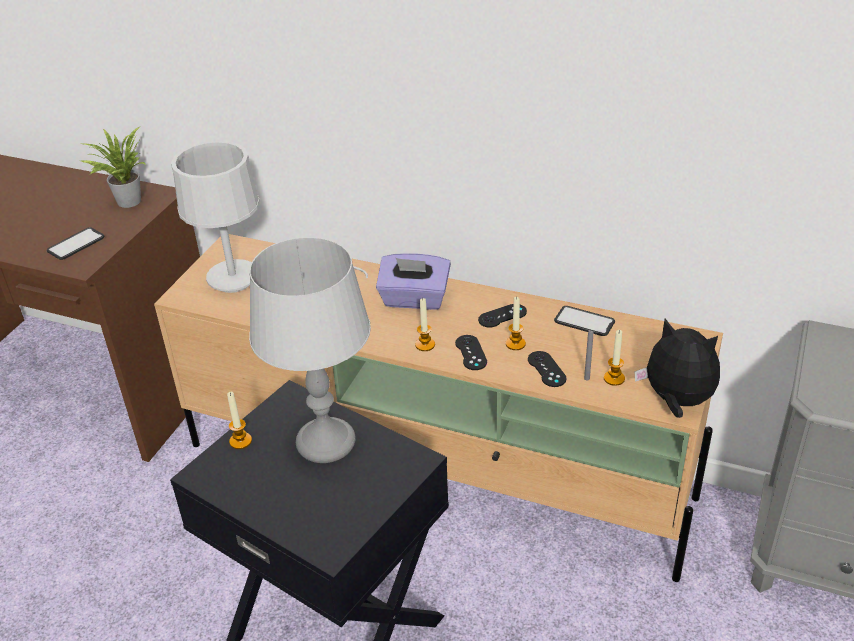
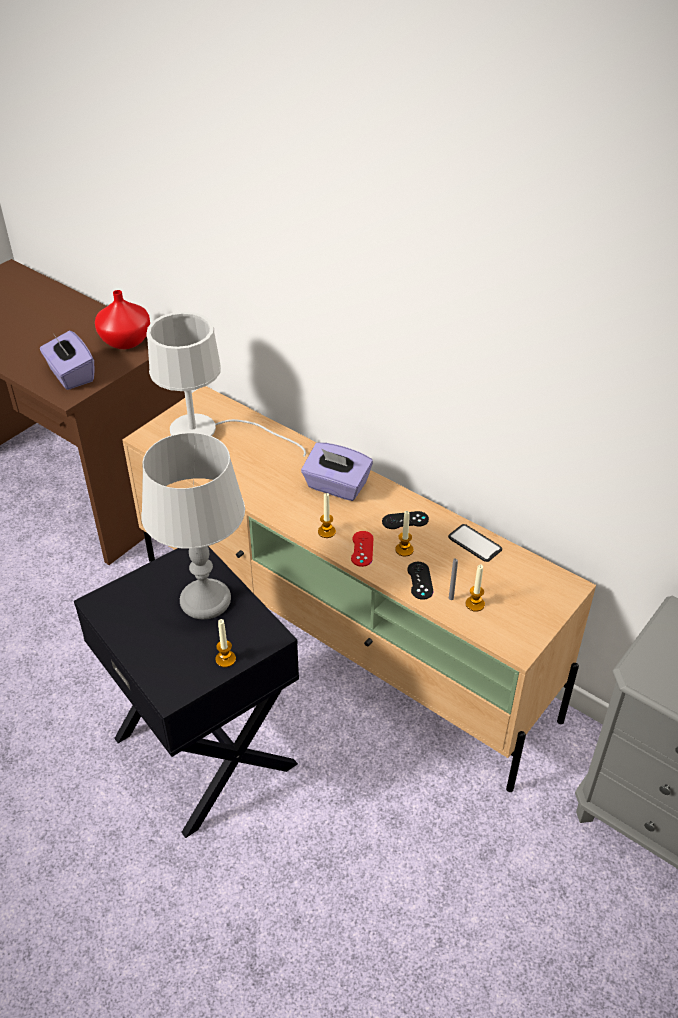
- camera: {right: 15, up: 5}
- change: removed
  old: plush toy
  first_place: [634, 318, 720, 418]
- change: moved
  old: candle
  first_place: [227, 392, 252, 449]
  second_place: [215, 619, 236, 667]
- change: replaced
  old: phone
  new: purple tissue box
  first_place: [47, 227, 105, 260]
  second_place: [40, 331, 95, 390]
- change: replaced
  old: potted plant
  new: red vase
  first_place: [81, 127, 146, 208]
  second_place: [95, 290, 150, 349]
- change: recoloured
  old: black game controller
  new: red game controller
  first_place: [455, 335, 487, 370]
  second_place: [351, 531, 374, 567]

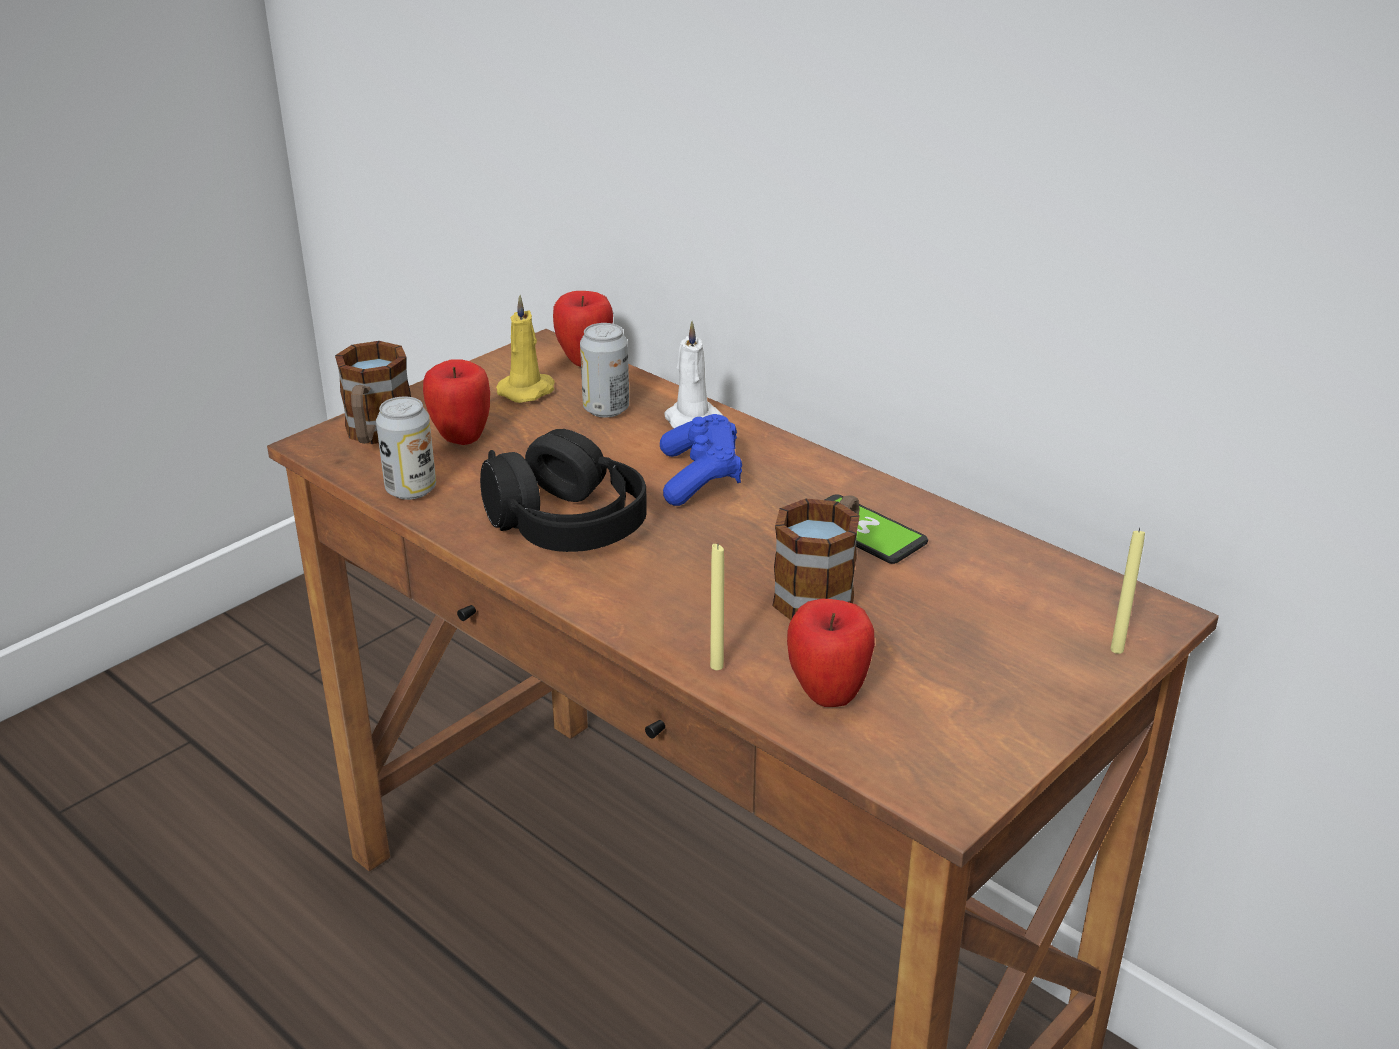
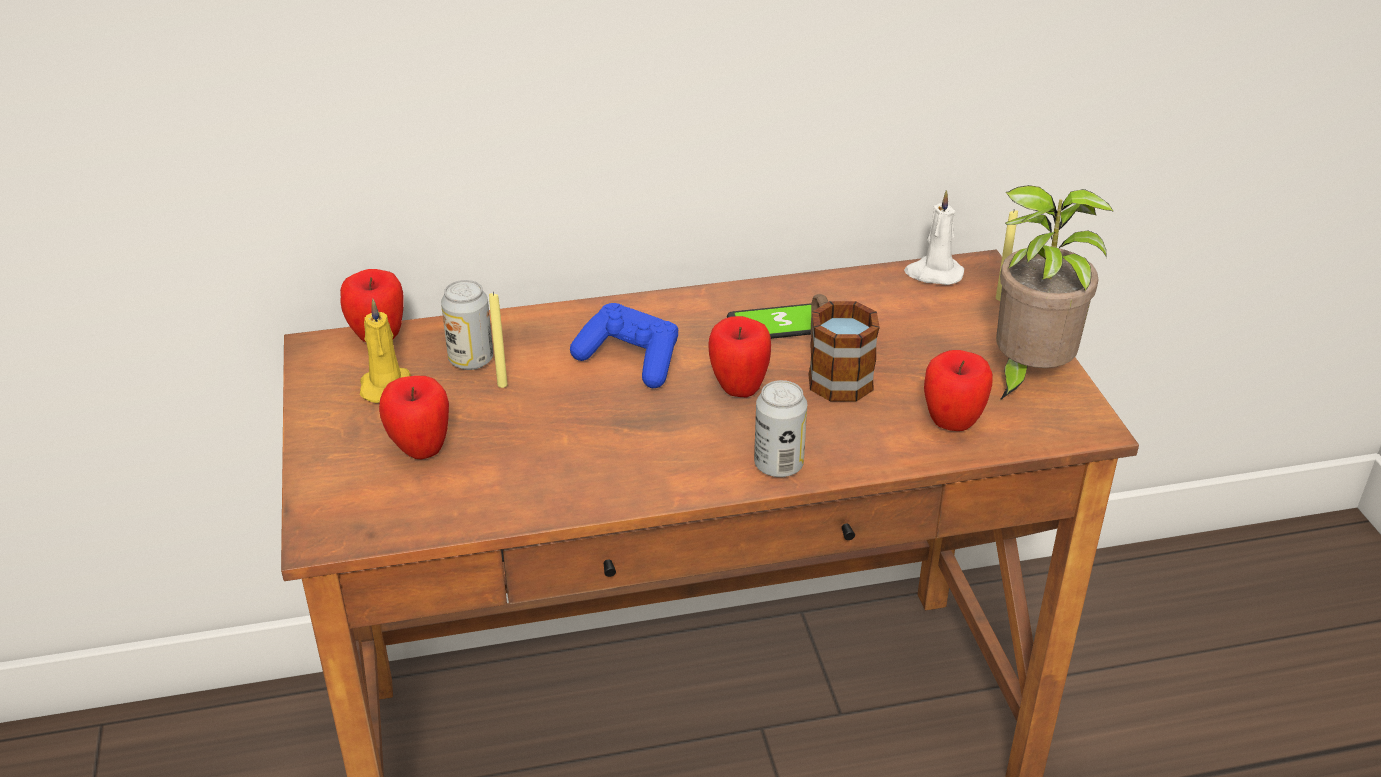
- camera: {right: -55, up: 5}
- change: removed
  old: mug
  first_place: [335, 341, 411, 444]
- change: removed
  old: black headphones
  first_place: [480, 429, 647, 552]
- change: added
  new: apple
  second_place: [708, 316, 771, 397]
- change: added
  new: potted plant
  second_place: [996, 185, 1114, 400]
- change: moved
  old: can
  first_place: [376, 397, 436, 500]
  second_place: [754, 380, 807, 477]
- change: moved
  old: white candle
  first_place: [664, 321, 723, 428]
  second_place: [904, 190, 964, 285]
- change: moved
  old: yellow candle
  first_place: [710, 544, 724, 670]
  second_place: [489, 292, 508, 388]

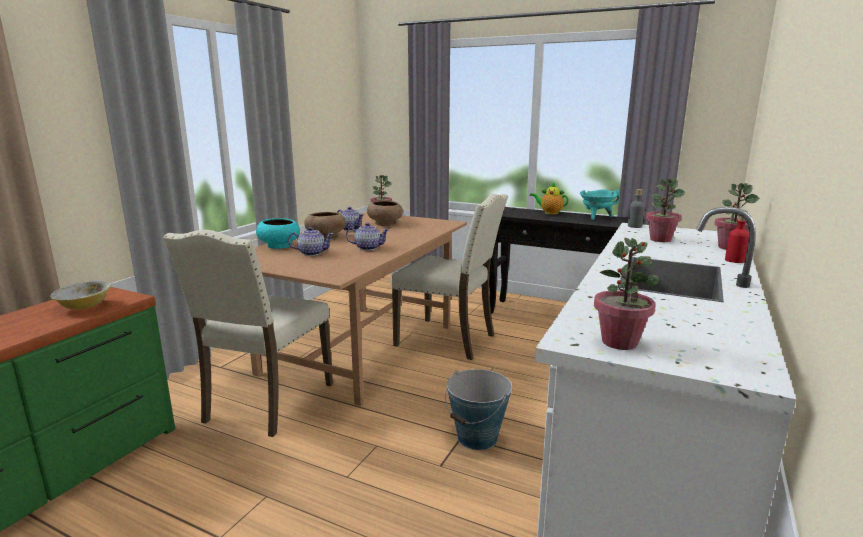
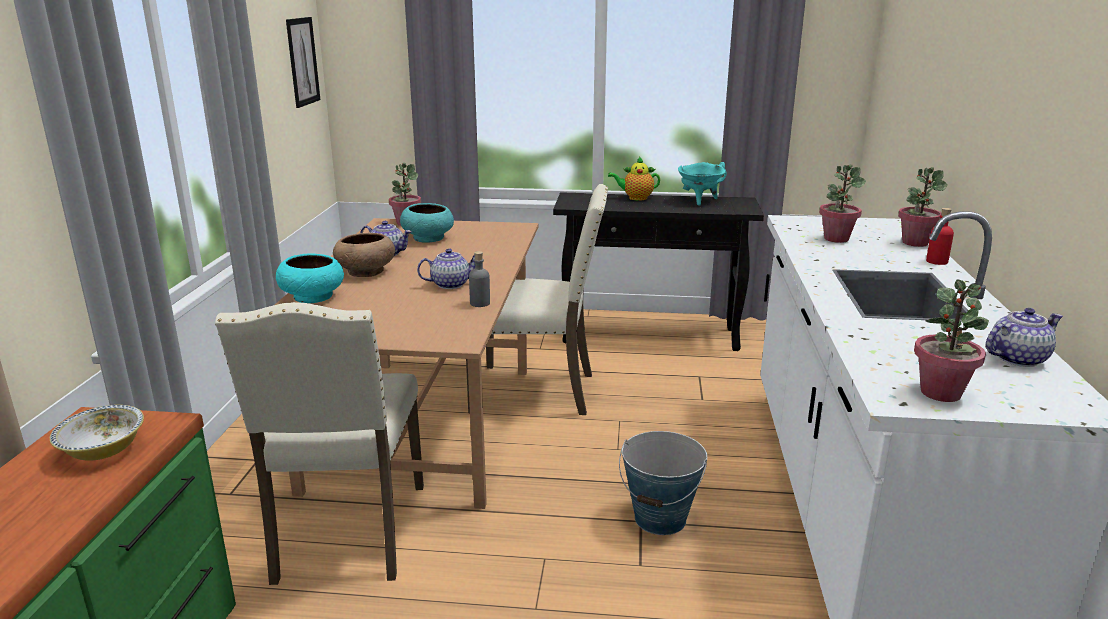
- camera: {right: -20, up: 5}
- change: added
  new: picture
  second_place: [286, 17, 321, 108]
- change: moved
  old: teapot
  first_place: [288, 227, 334, 256]
  second_place: [986, 308, 1063, 367]
- change: moved
  old: grey bottle
  first_place: [628, 189, 645, 228]
  second_place: [469, 251, 490, 307]
- change: recoloured
  old: brown bowl
  new: turquoise bowl
  first_place: [367, 200, 403, 226]
  second_place: [400, 203, 454, 243]

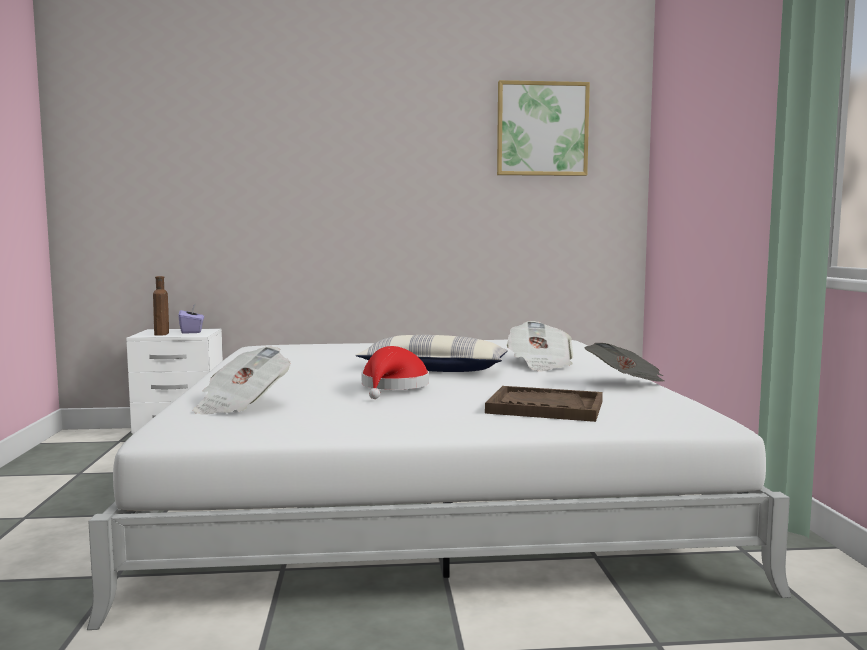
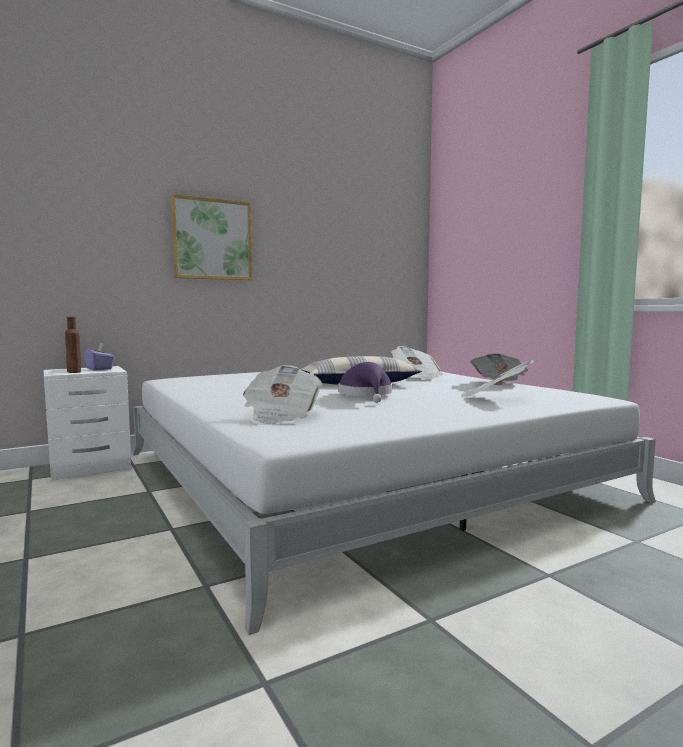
- camera: {right: -25, up: 0}
- change: moved
  old: picture
  first_place: [497, 80, 590, 176]
  second_place: [171, 194, 252, 280]
- change: replaced
  old: brown tray
  new: newspaper
  first_place: [485, 386, 603, 422]
  second_place: [461, 360, 534, 397]
- change: recoloured
  old: red hat
  new: purple hat
  first_place: [362, 346, 429, 399]
  second_place: [338, 362, 392, 403]

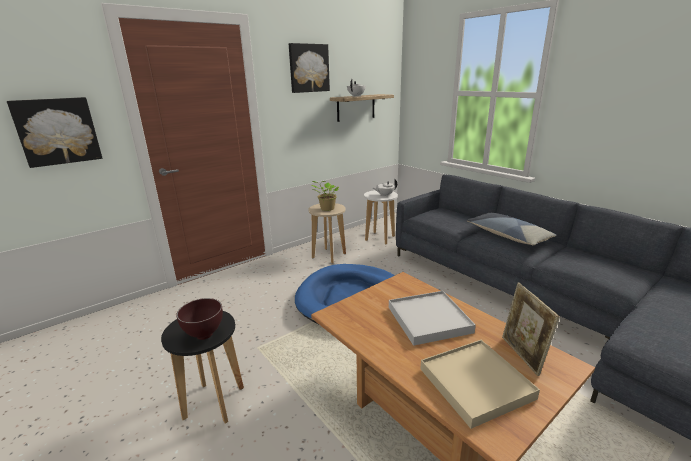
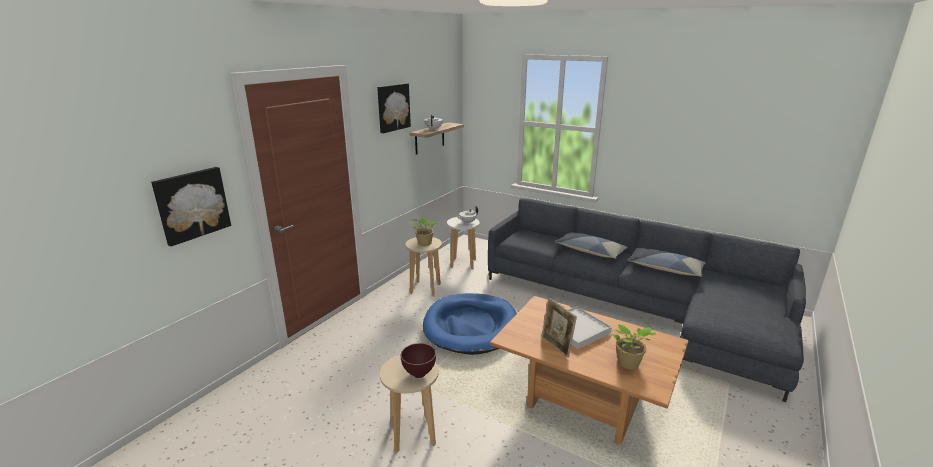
- camera: {right: -20, up: 0}
- change: added
  new: pillow
  second_place: [627, 248, 706, 277]
- change: moved
  old: picture frame
  first_place: [502, 283, 560, 376]
  second_place: [542, 297, 577, 358]
- change: replaced
  old: beige tray
  new: potted plant
  first_place: [420, 340, 540, 429]
  second_place: [612, 324, 656, 369]
- change: recoloured
  old: black stool
  new: beige stool
  first_place: [161, 311, 244, 424]
  second_place: [380, 355, 439, 453]

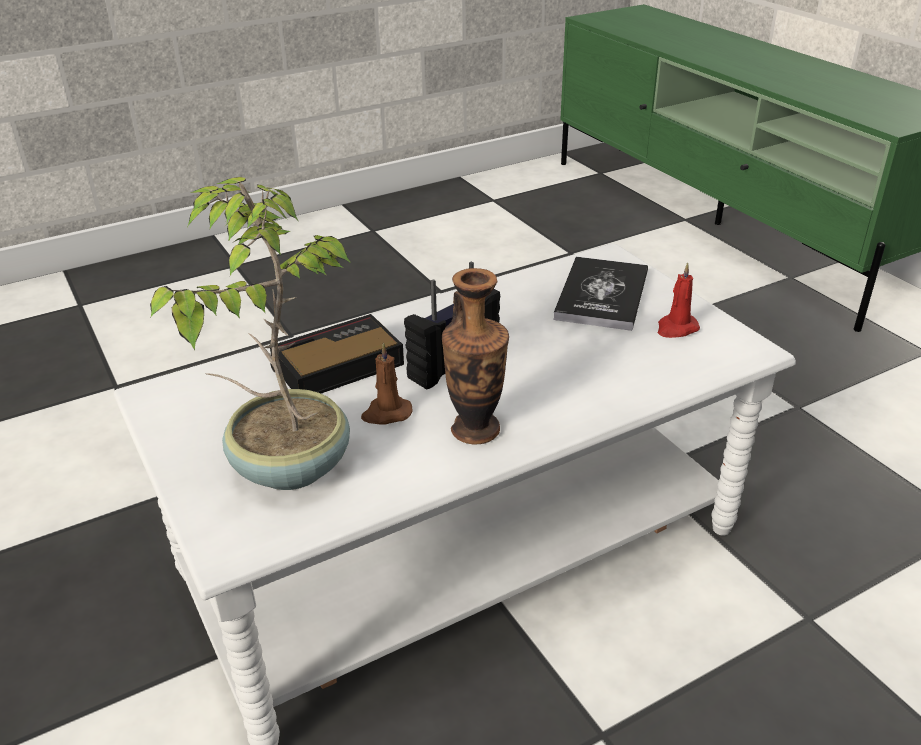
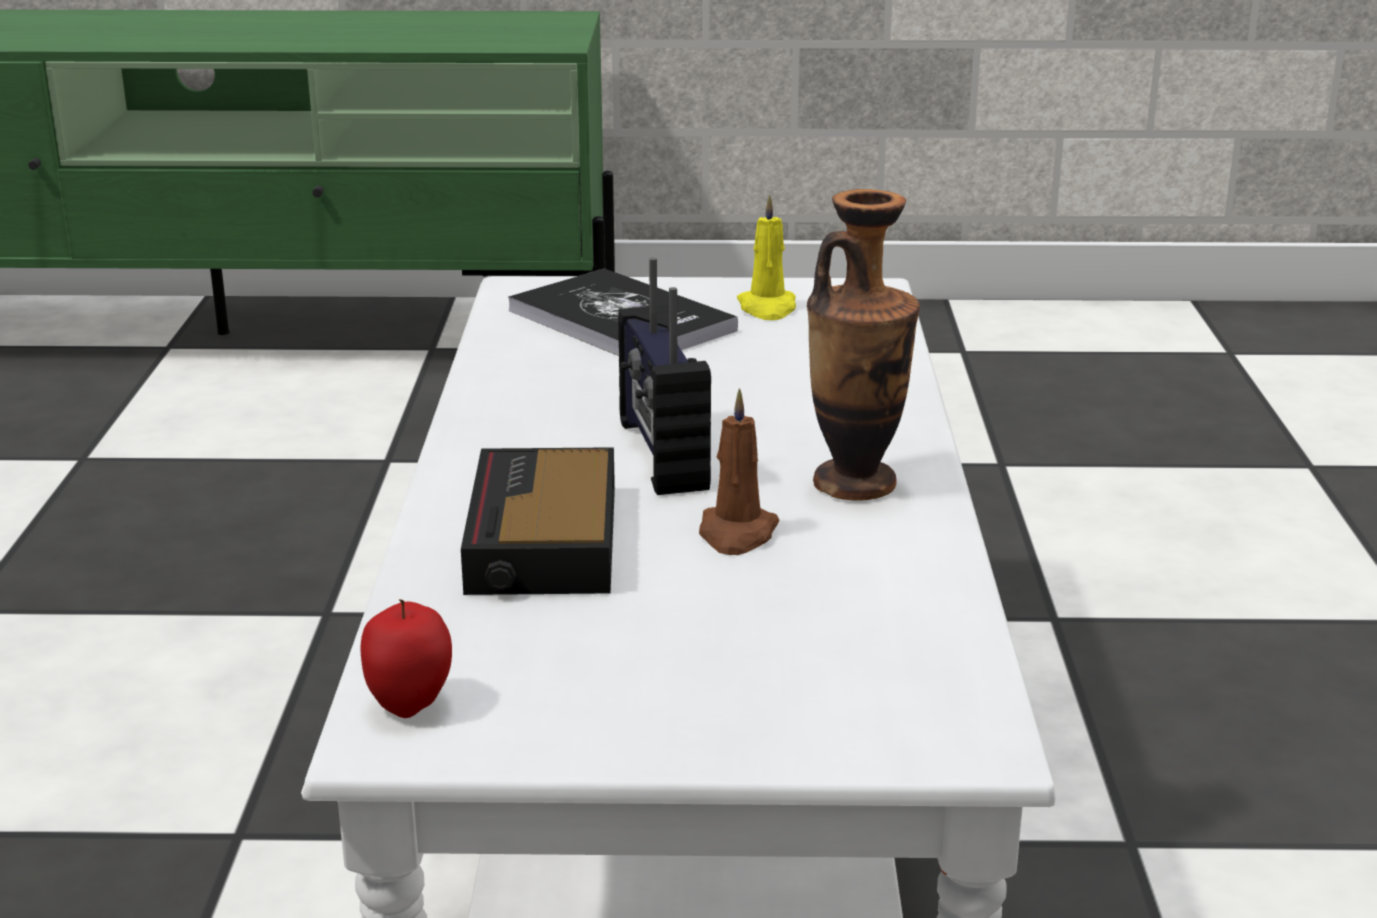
- camera: {right: -60, up: -10}
- change: removed
  old: potted plant
  first_place: [150, 177, 351, 490]
- change: added
  new: apple
  second_place: [361, 599, 452, 718]
- change: recoloured
  old: red candle
  new: yellow candle
  first_place: [658, 262, 700, 338]
  second_place: [737, 194, 796, 320]

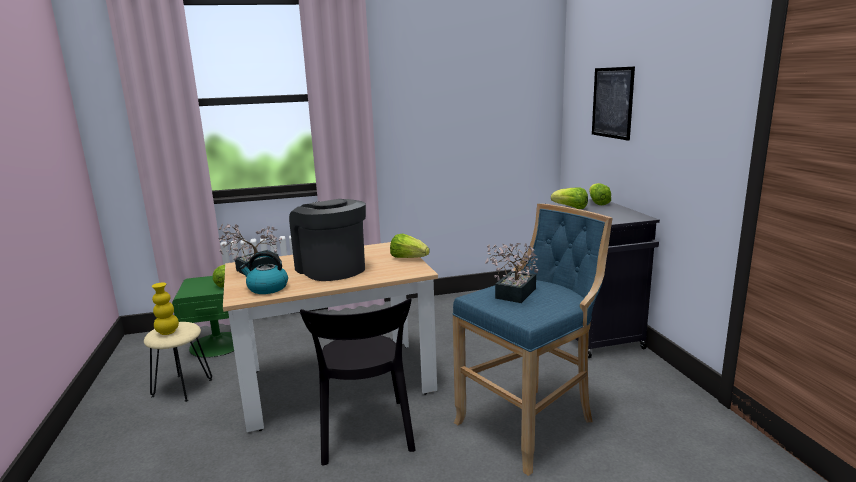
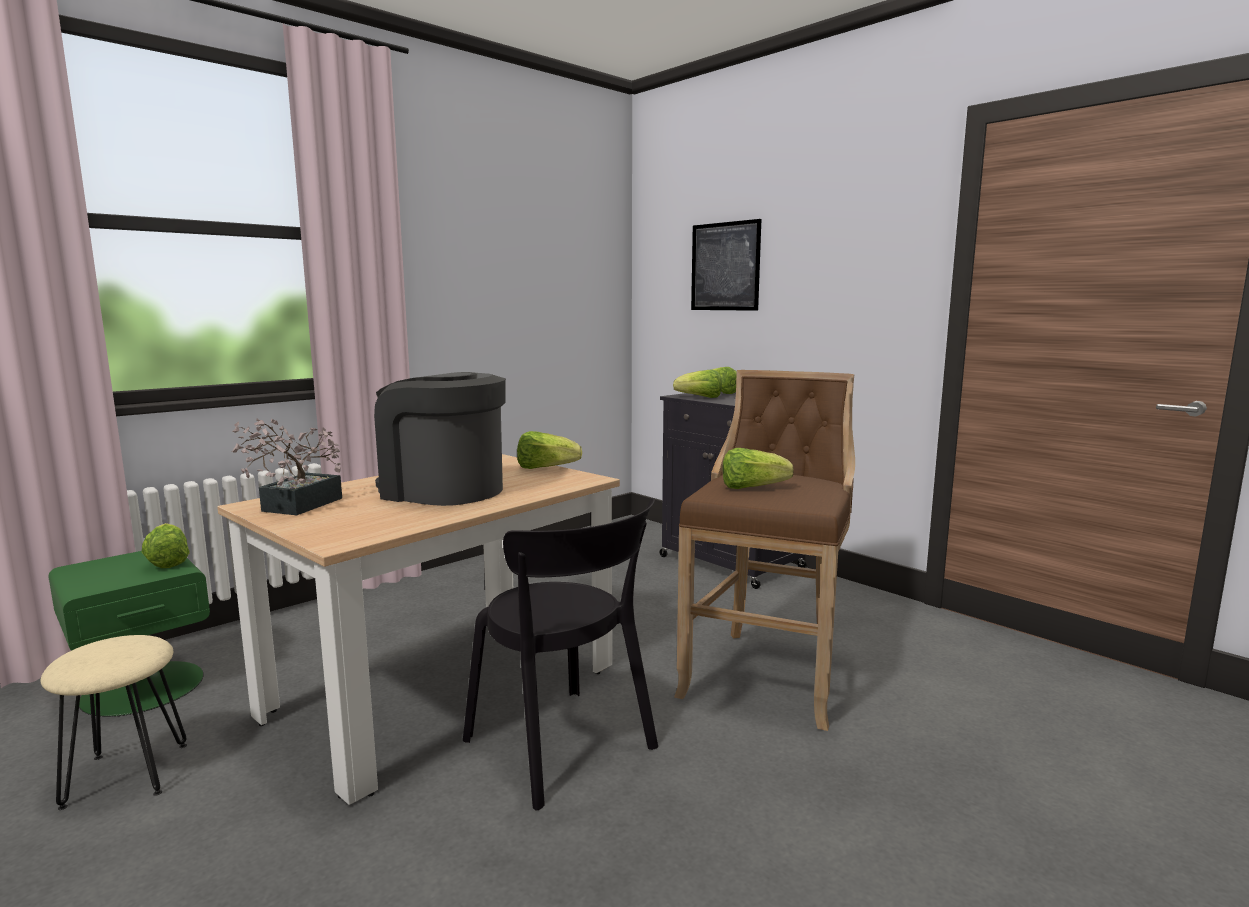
- camera: {right: -30, up: -5}
- change: removed
  old: yellow vase
  first_place: [152, 283, 179, 335]
- change: removed
  old: kettle
  first_place: [239, 251, 288, 294]
- change: replaced
  old: potted plant
  new: lettuce
  first_place: [485, 243, 538, 303]
  second_place: [722, 448, 794, 489]
- change: recoloured
  old: blue stool
  new: brown stool
  first_place: [453, 204, 613, 476]
  second_place: [674, 370, 855, 731]

